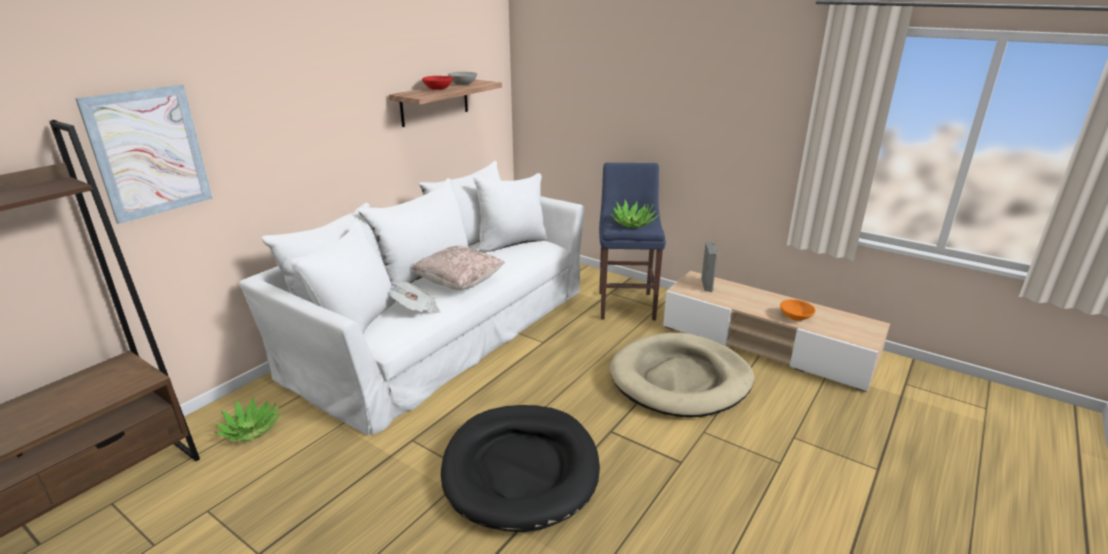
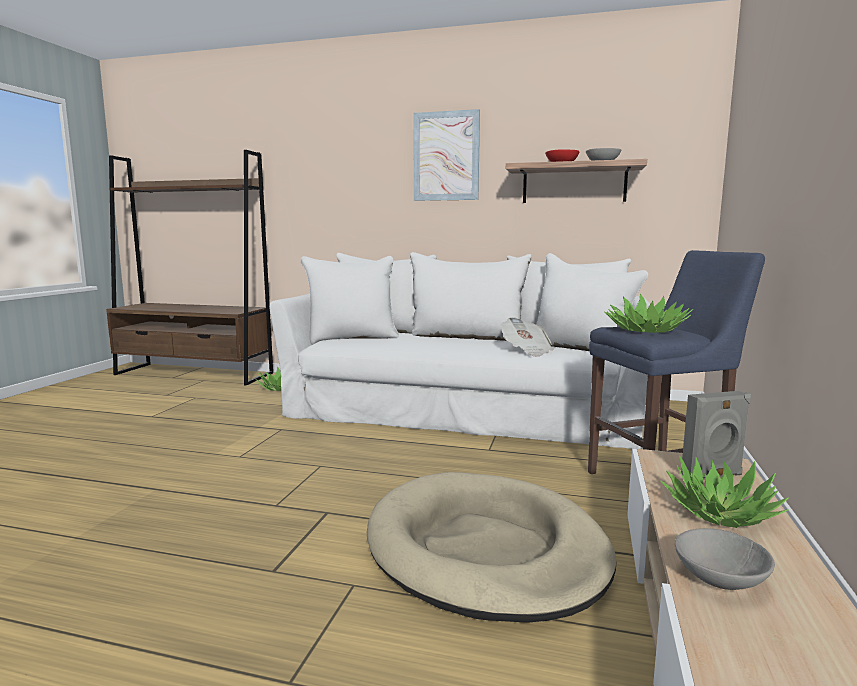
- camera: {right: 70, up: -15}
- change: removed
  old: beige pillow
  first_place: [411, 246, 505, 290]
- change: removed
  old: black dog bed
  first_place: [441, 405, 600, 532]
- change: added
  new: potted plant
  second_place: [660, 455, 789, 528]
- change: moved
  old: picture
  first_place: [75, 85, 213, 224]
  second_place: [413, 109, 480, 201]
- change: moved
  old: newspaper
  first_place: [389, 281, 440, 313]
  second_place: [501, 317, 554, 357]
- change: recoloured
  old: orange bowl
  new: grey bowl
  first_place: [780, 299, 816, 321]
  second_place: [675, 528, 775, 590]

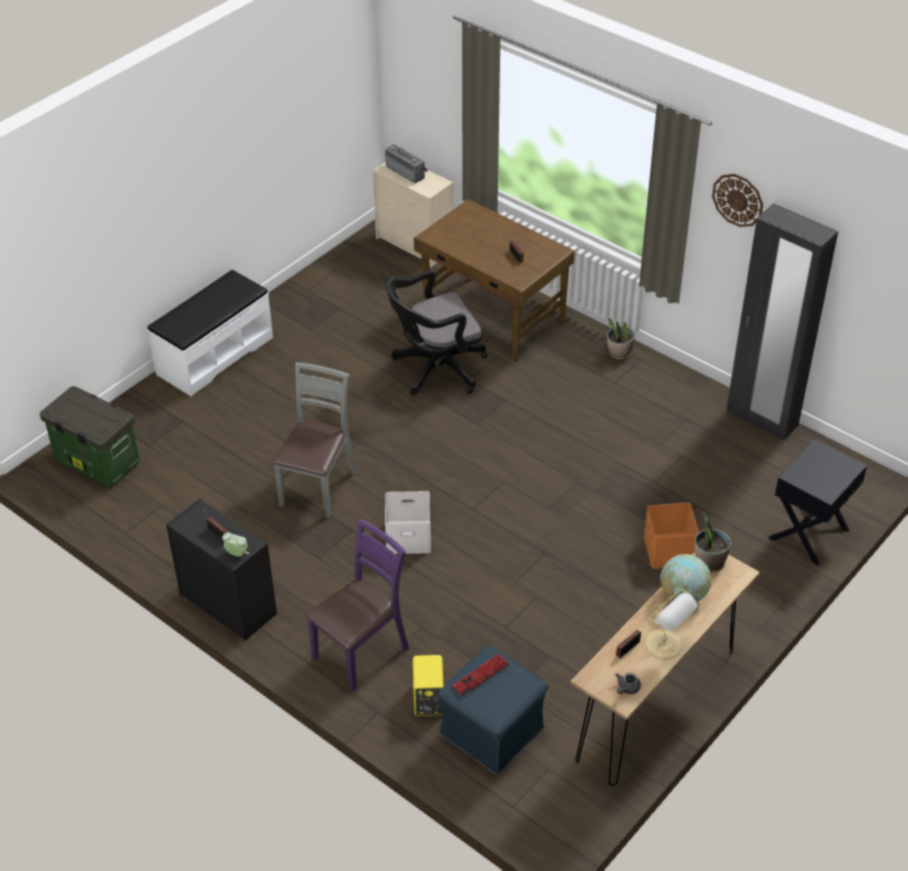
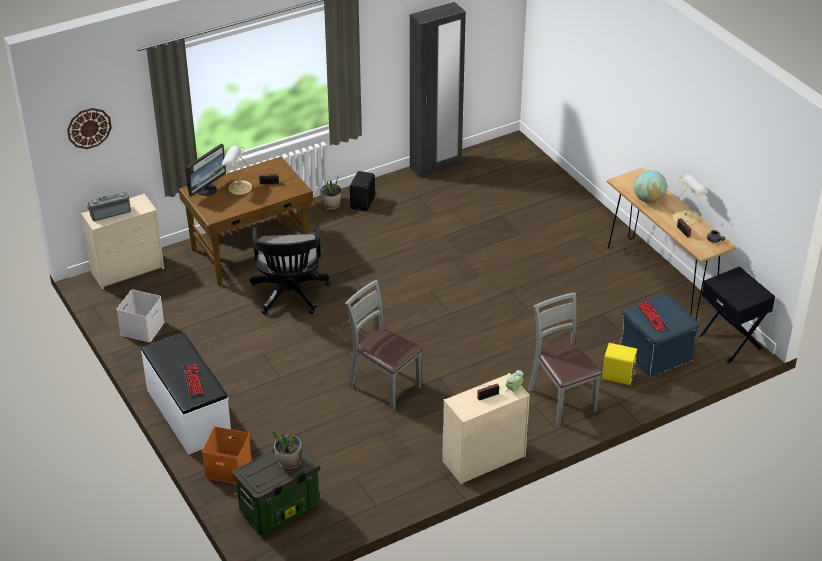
- camera: {right: -70, up: -5}
- change: added
  new: keyboard
  second_place: [184, 364, 204, 396]
- change: added
  new: monitor
  second_place: [185, 143, 226, 197]
- change: added
  new: table lamp
  second_place: [222, 145, 252, 195]
- change: added
  new: black speaker
  second_place: [350, 171, 375, 211]
- change: moved
  old: white storage box
  first_place: [385, 491, 431, 554]
  second_place: [116, 289, 165, 342]
- change: moved
  old: orange storage box
  first_place: [644, 502, 699, 568]
  second_place: [202, 427, 252, 485]
- change: moved
  old: potted plant
  first_place: [695, 511, 731, 572]
  second_place: [273, 431, 302, 469]
- change: moved
  old: wall clock
  first_place: [712, 174, 763, 227]
  second_place: [67, 108, 112, 149]
- change: moved
  old: black nightstand
  first_place: [768, 439, 867, 566]
  second_place: [698, 266, 775, 363]
- change: recoloured
  old: black dresser
  new: beige dresser
  first_place: [166, 498, 277, 641]
  second_place: [442, 373, 530, 484]
- change: recoloured
  old: purple chair
  new: grey chair
  first_place: [305, 519, 409, 692]
  second_place: [528, 293, 603, 425]

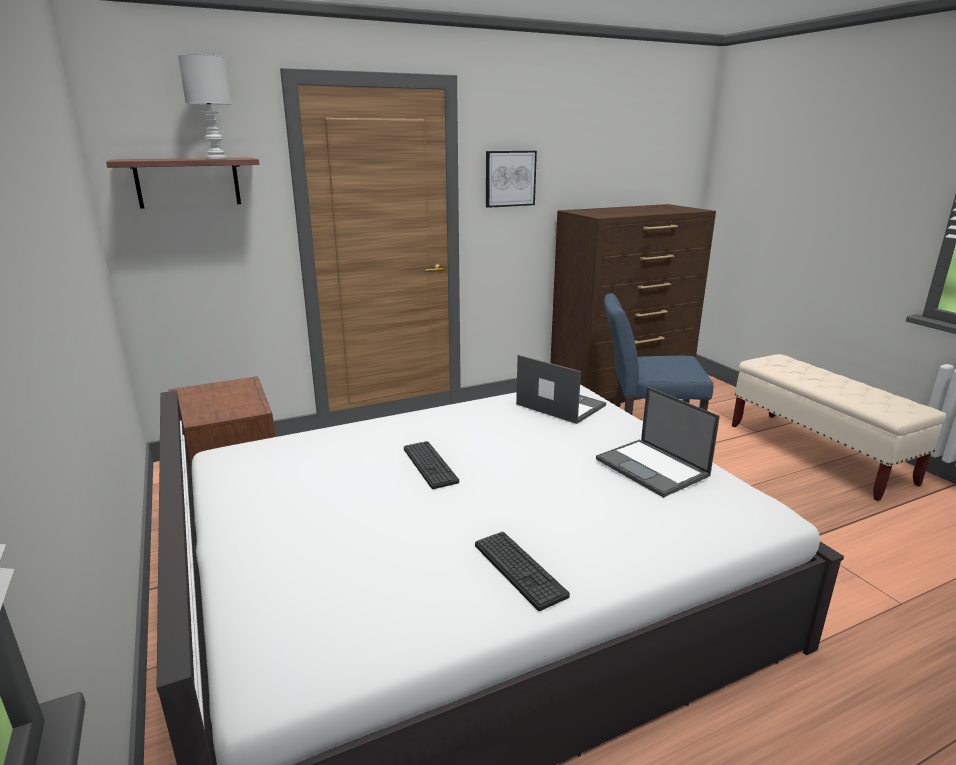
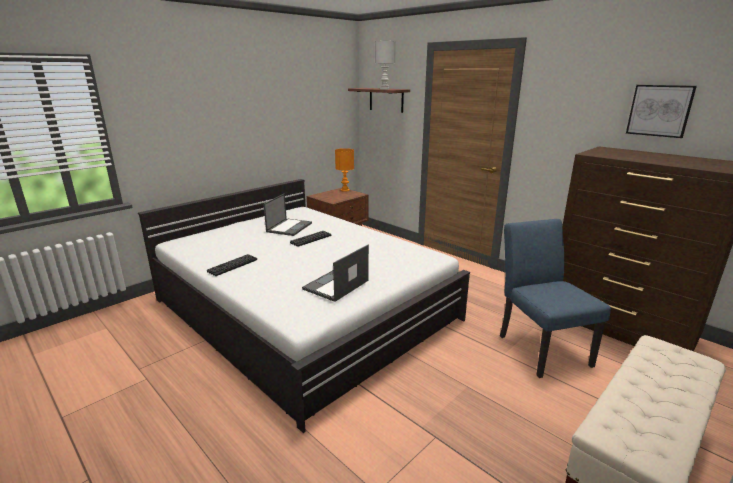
- camera: {right: 70, up: 0}
- change: added
  new: orange table lamp
  second_place: [335, 148, 354, 192]
- change: moved
  old: picture
  first_place: [486, 151, 537, 208]
  second_place: [626, 85, 697, 138]
- change: moved
  old: laptop
  first_place: [516, 355, 606, 424]
  second_place: [263, 194, 312, 236]

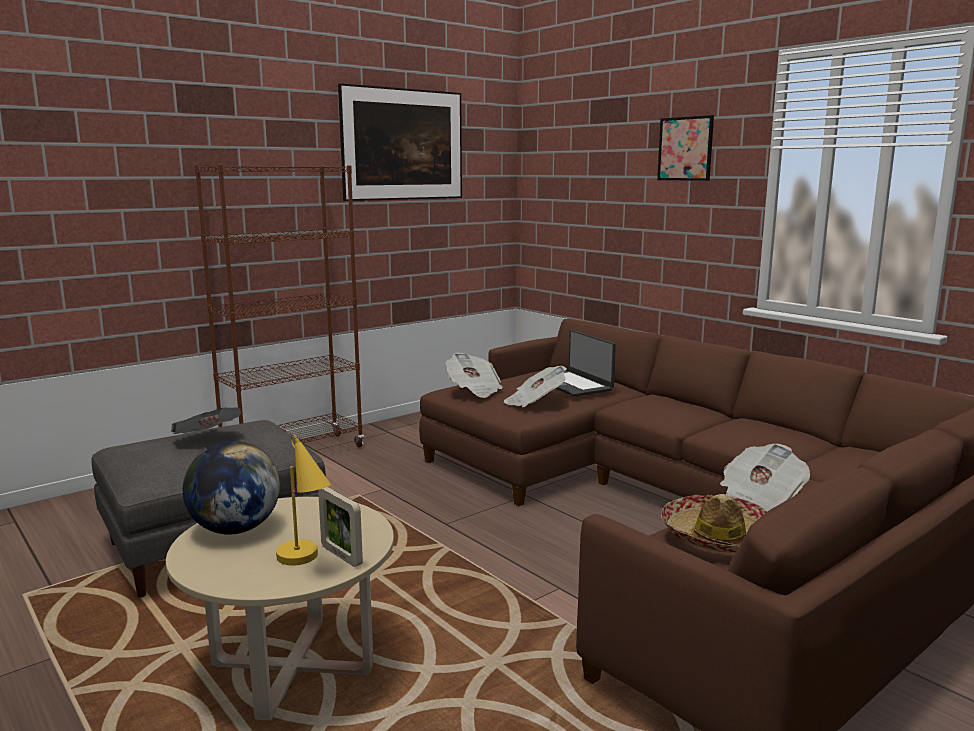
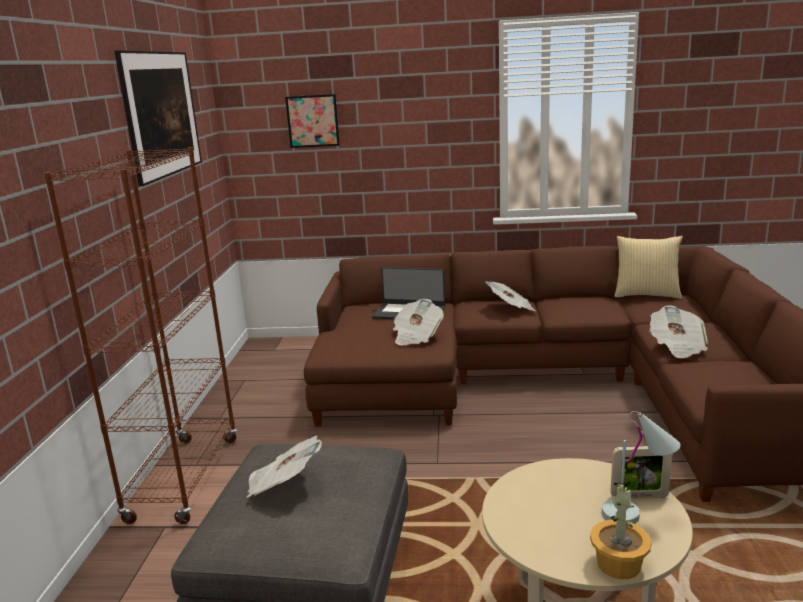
- camera: {right: -45, up: 5}
- change: removed
  old: globe
  first_place: [183, 441, 280, 535]
- change: removed
  old: hat
  first_place: [661, 494, 767, 553]
- change: added
  new: potted plant
  second_place: [590, 483, 652, 579]
- change: added
  new: pillow
  second_place: [614, 236, 683, 299]
- change: moved
  old: newspaper
  first_place: [445, 353, 503, 398]
  second_place: [485, 281, 536, 311]
- change: moved
  old: picture
  first_place: [657, 115, 714, 181]
  second_place: [285, 94, 340, 148]
- change: recoloured
  old: yellow table lamp
  new: white table lamp
  first_place: [276, 434, 331, 566]
  second_place: [602, 411, 680, 524]

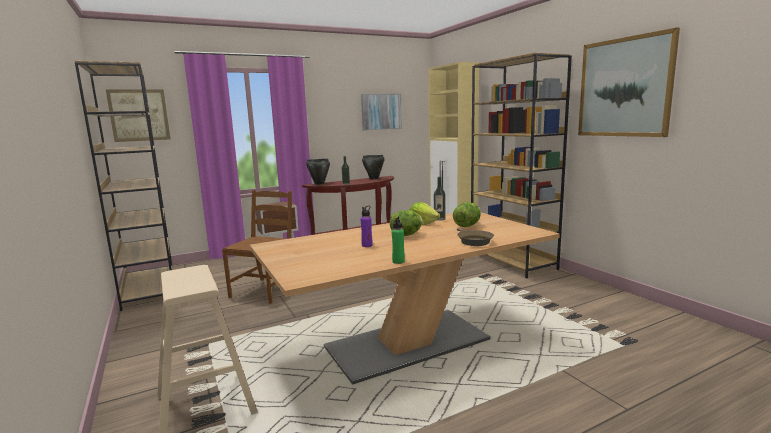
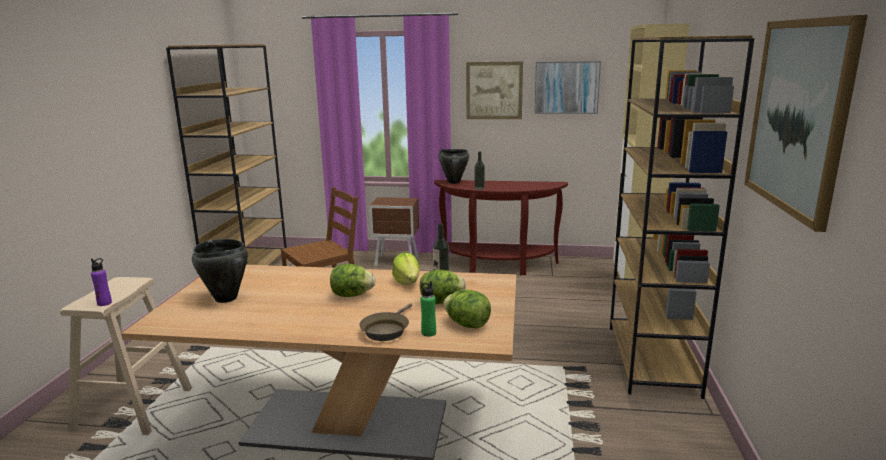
- camera: {right: 35, up: 5}
- change: added
  new: lettuce
  second_place: [443, 289, 491, 328]
- change: moved
  old: picture
  first_place: [106, 89, 171, 142]
  second_place: [466, 61, 523, 119]
- change: moved
  old: purple bottle
  first_place: [360, 205, 373, 247]
  second_place: [91, 258, 112, 306]
- change: moved
  old: black cooking pot
  first_place: [362, 155, 385, 179]
  second_place: [192, 239, 248, 303]
- change: moved
  old: green bottle
  first_place: [392, 217, 405, 264]
  second_place: [420, 281, 436, 337]

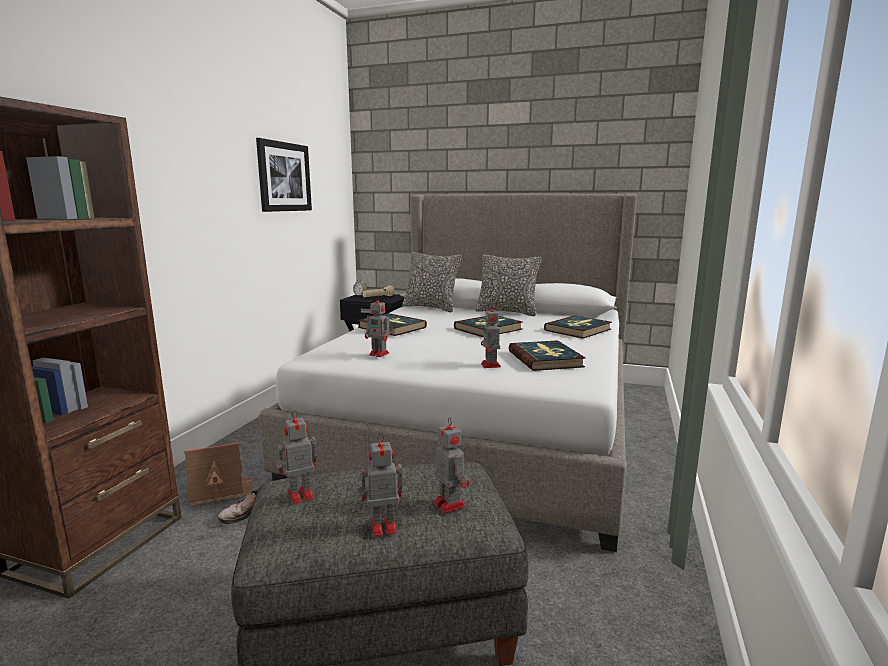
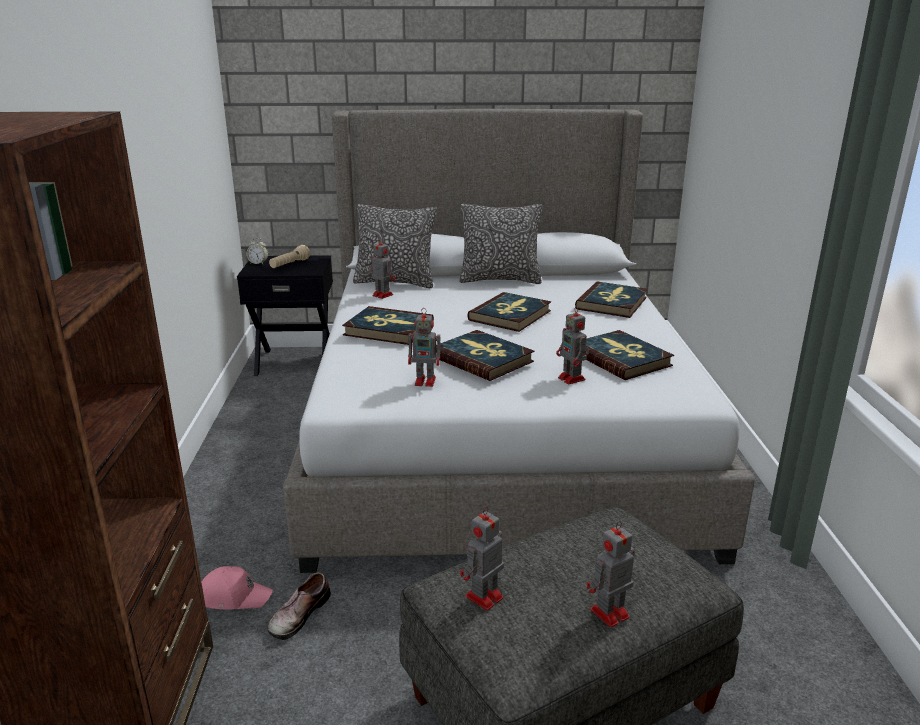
- camera: {right: -20, up: 10}
- change: removed
  old: picture
  first_place: [256, 138, 312, 212]
- change: added
  new: book
  second_place: [436, 330, 534, 381]
- change: moved
  old: toy robot
  first_place: [433, 417, 470, 514]
  second_place: [369, 237, 396, 299]
- change: replaced
  old: toy house
  new: pink cap
  first_place: [184, 442, 253, 506]
  second_place: [201, 566, 273, 609]

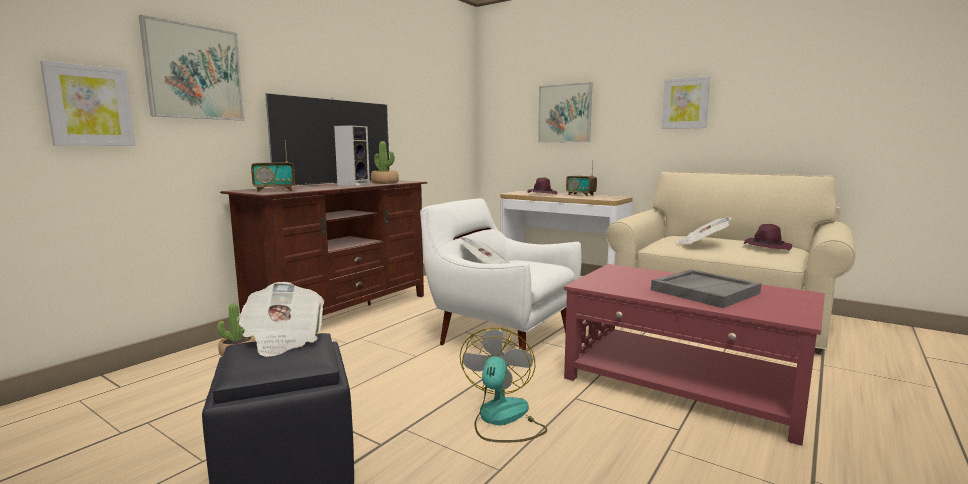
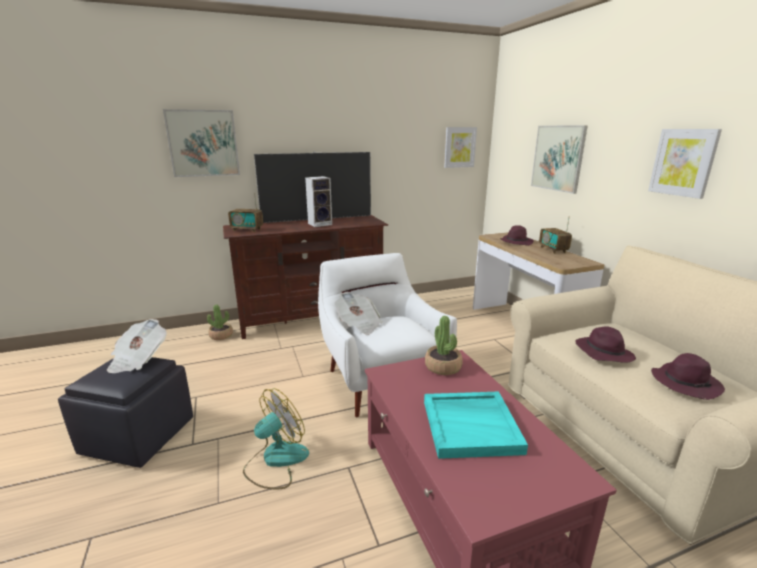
- camera: {right: 35, up: 10}
- change: moved
  old: picture
  first_place: [40, 60, 135, 146]
  second_place: [444, 127, 477, 168]
- change: moved
  old: potted plant
  first_place: [371, 141, 399, 184]
  second_place: [425, 316, 463, 375]
- change: replaced
  old: newspaper
  new: purple hat
  first_place: [675, 217, 732, 244]
  second_place: [575, 326, 636, 363]
- change: recoloured
  old: grey tray
  new: turquoise tray
  first_place: [651, 269, 761, 308]
  second_place: [424, 392, 528, 459]

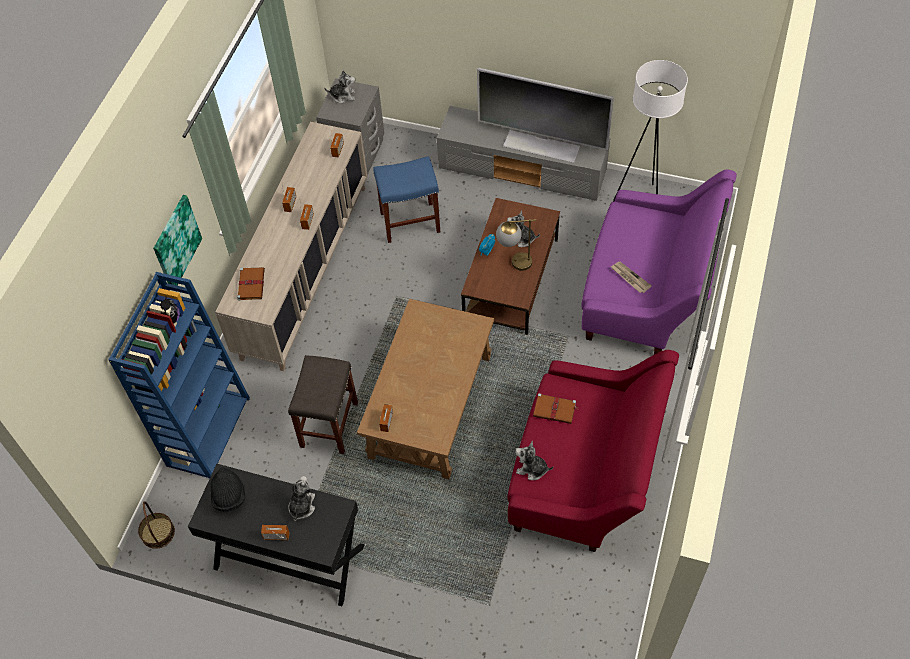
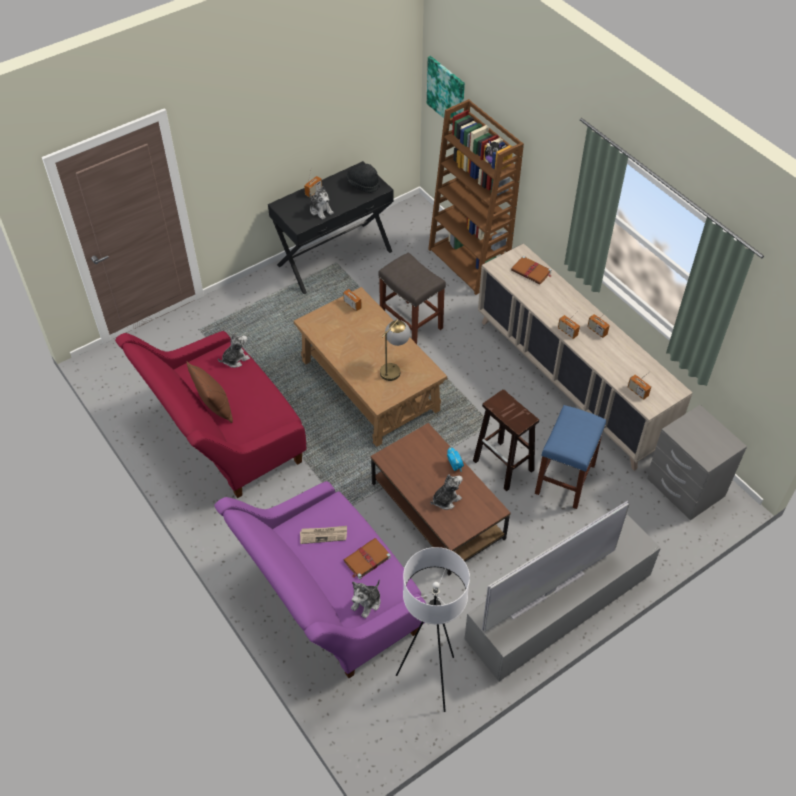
- camera: {right: 125, up: -5}
- change: removed
  old: basket
  first_place: [138, 501, 175, 549]
- change: added
  new: brown pillow
  second_place: [187, 362, 233, 423]
- change: added
  new: brown stool
  second_place: [473, 389, 539, 491]
- change: moved
  old: picture
  first_place: [153, 195, 202, 286]
  second_place: [427, 56, 465, 126]
- change: moved
  old: plush toy
  first_place: [324, 70, 355, 104]
  second_place: [351, 579, 380, 618]
- change: moved
  old: table lamp
  first_place: [496, 219, 537, 271]
  second_place: [380, 320, 410, 381]
- change: moved
  old: brown book
  first_place: [533, 393, 579, 424]
  second_place: [343, 538, 391, 579]
- change: recoloured
  old: blue bookcase
  new: brown bookcase
  first_place: [108, 272, 250, 478]
  second_place: [428, 99, 524, 295]

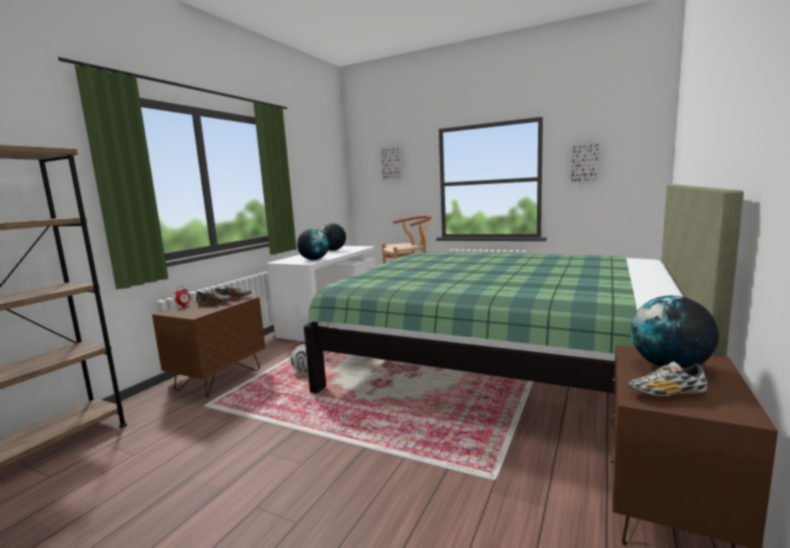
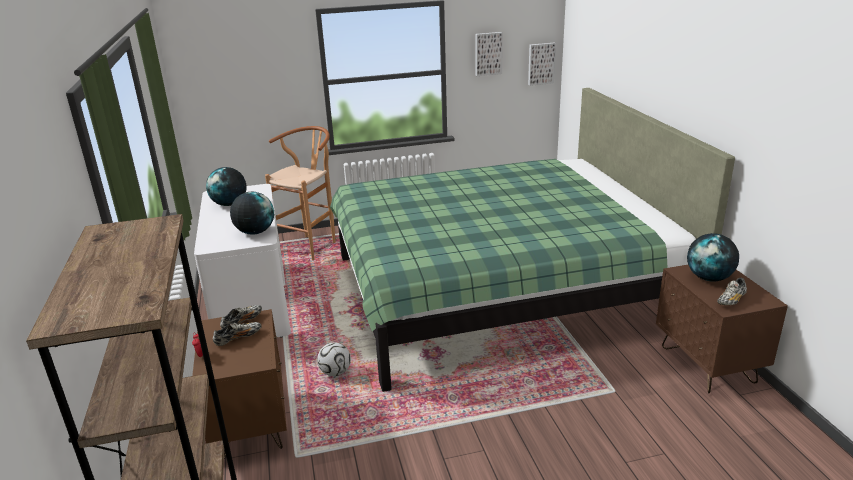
- camera: {right: -40, up: 15}
- change: moved
  old: picture
  first_place: [381, 147, 402, 180]
  second_place: [528, 43, 556, 86]

